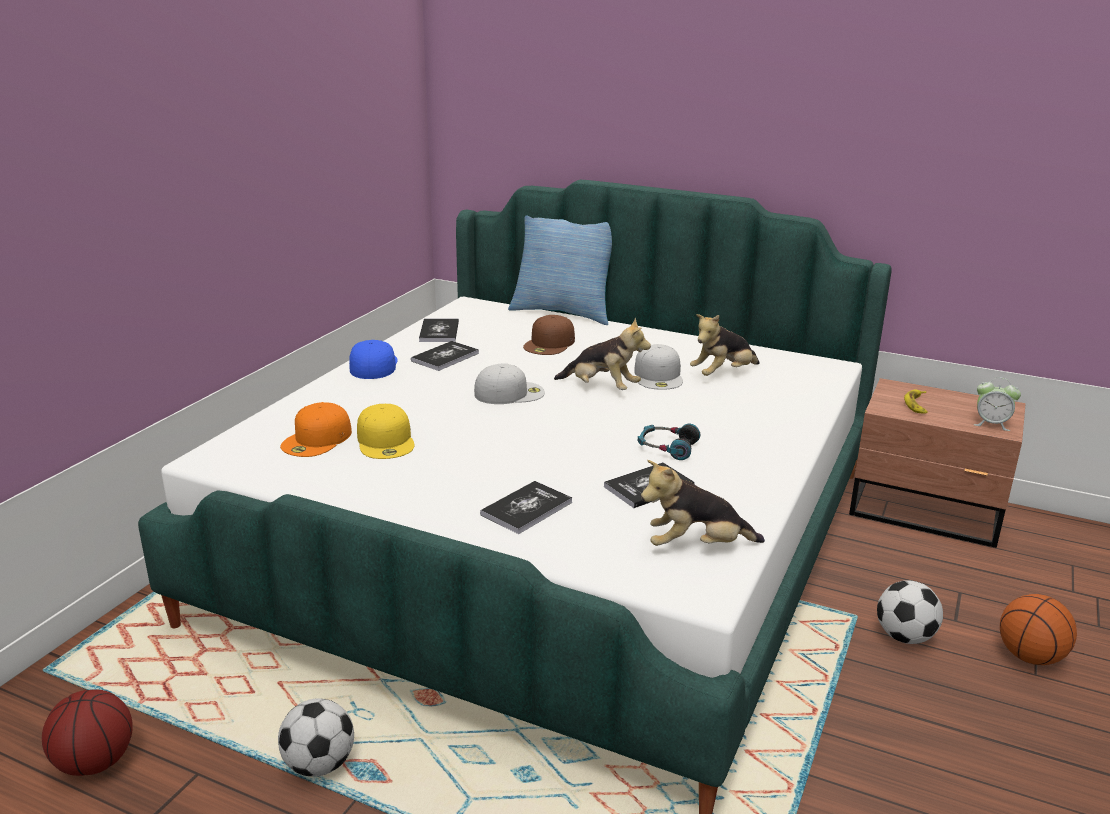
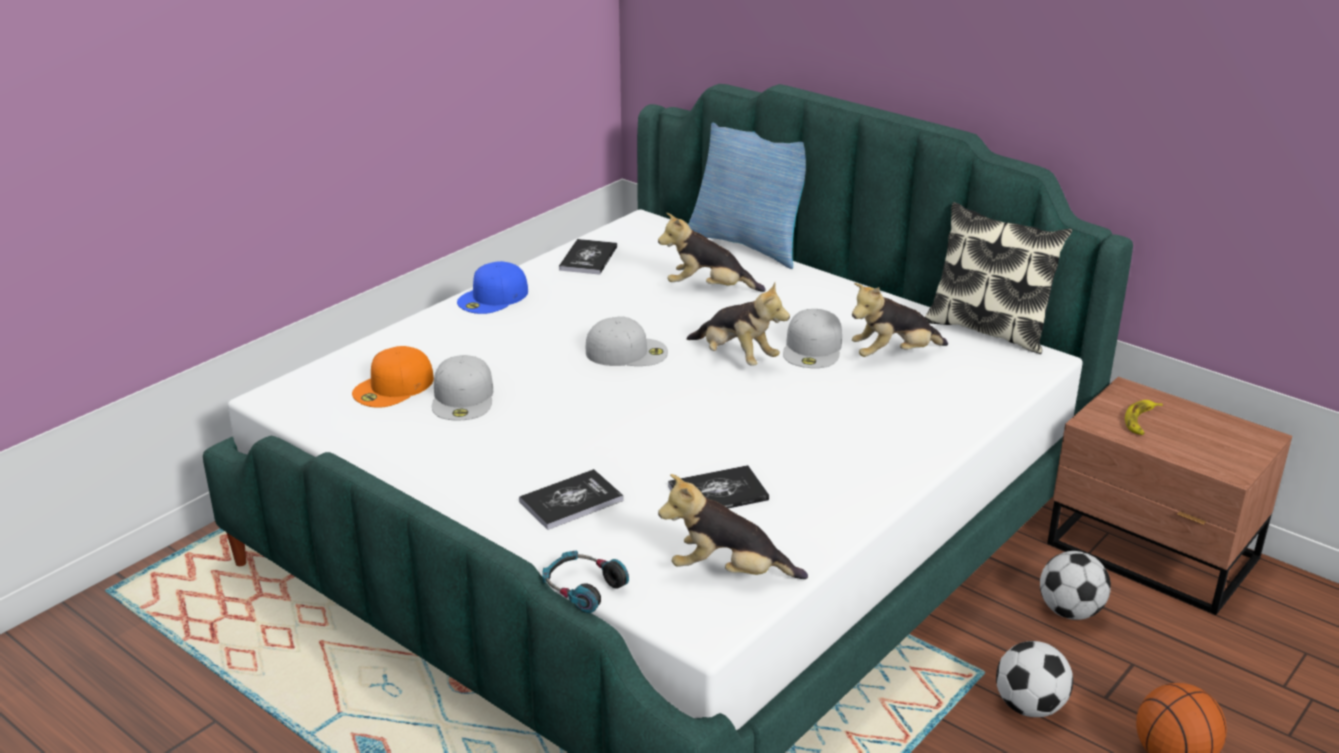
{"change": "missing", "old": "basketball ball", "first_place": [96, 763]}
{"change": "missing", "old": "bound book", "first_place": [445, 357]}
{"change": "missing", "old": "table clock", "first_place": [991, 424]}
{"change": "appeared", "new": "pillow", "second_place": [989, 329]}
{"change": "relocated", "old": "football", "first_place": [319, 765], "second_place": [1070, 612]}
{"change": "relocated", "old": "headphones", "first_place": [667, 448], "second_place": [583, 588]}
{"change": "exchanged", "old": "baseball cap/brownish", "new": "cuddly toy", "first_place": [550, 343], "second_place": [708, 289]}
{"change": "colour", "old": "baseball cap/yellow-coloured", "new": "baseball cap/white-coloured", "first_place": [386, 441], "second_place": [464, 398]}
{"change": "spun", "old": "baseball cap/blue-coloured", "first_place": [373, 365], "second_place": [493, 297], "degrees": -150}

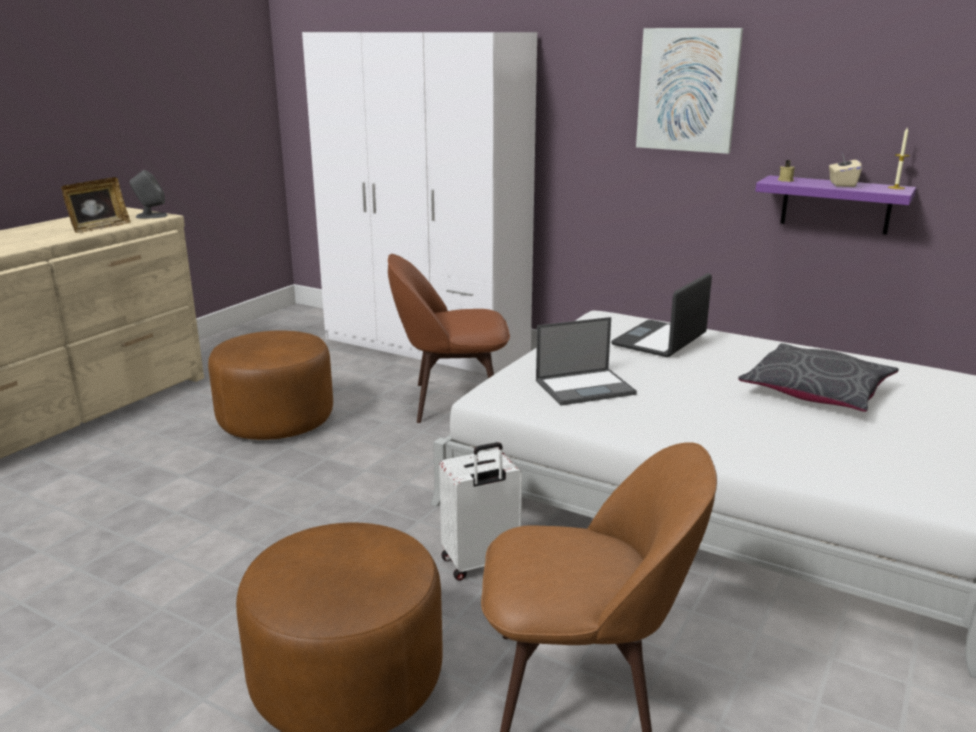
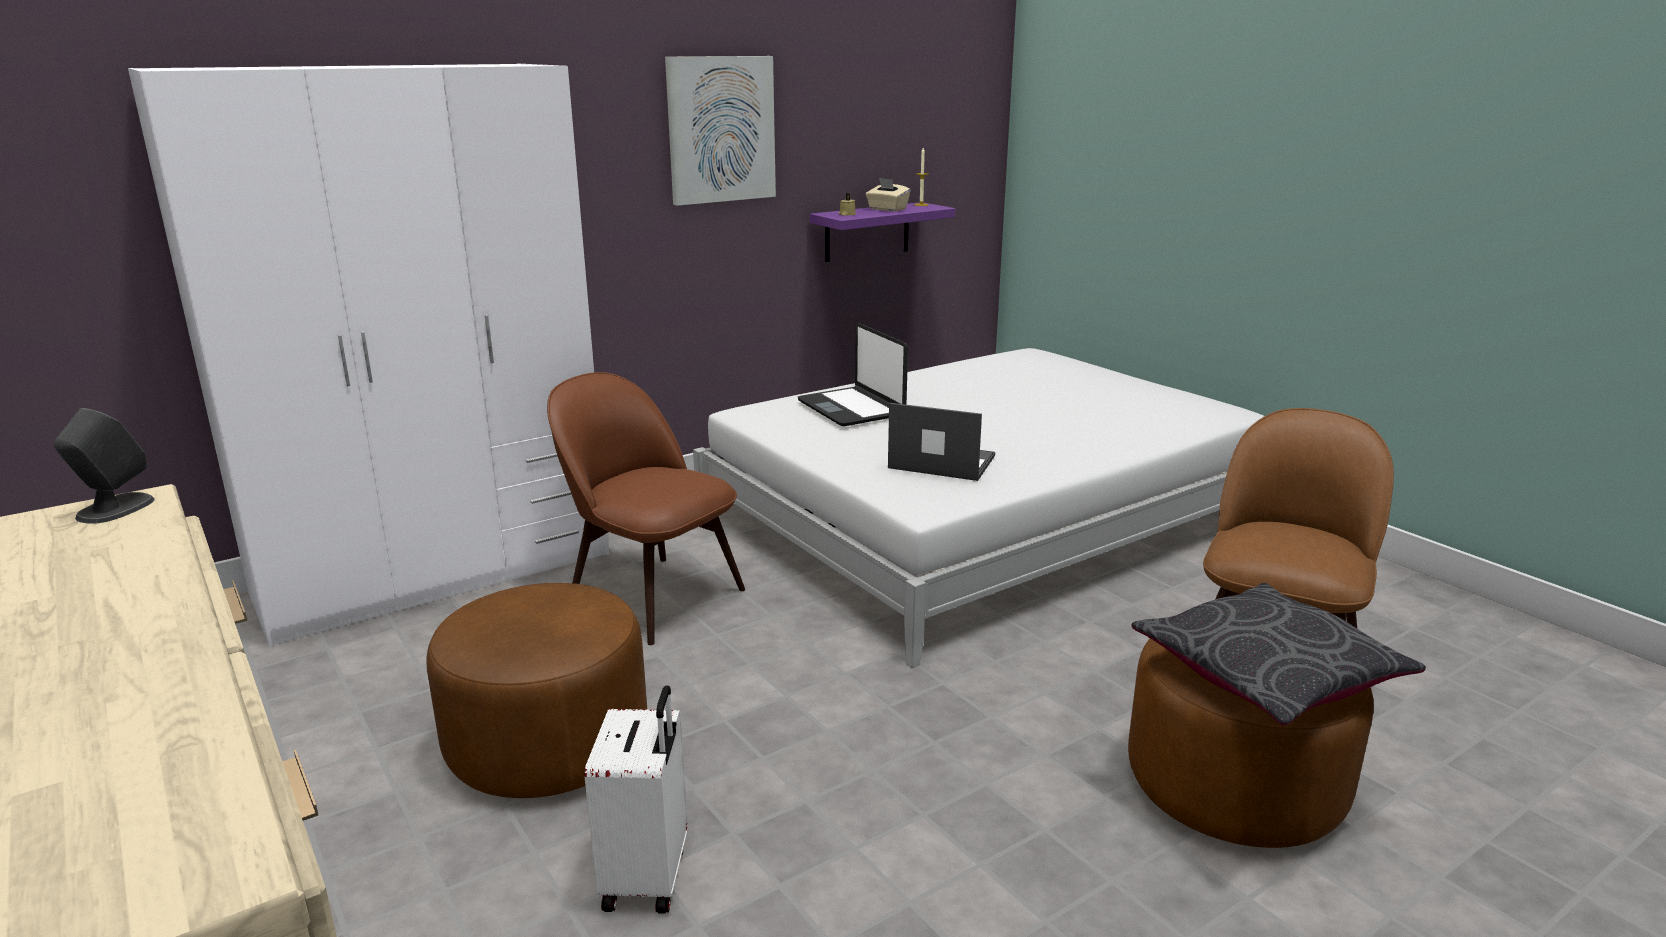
{"change": "missing", "old": "standing frame", "first_place": [99, 228]}
{"change": "relocated", "old": "travel case/white-coloured", "first_place": [480, 563], "second_place": [648, 877]}
{"change": "relocated", "old": "pillow/gray", "first_place": [816, 391], "second_place": [1268, 672]}
{"change": "spun", "old": "plain chair/brownish", "first_place": [452, 401], "second_place": [651, 596], "degrees": 105}
{"change": "spun", "old": "portable computer", "first_place": [585, 387], "second_place": [940, 462], "degrees": -75}

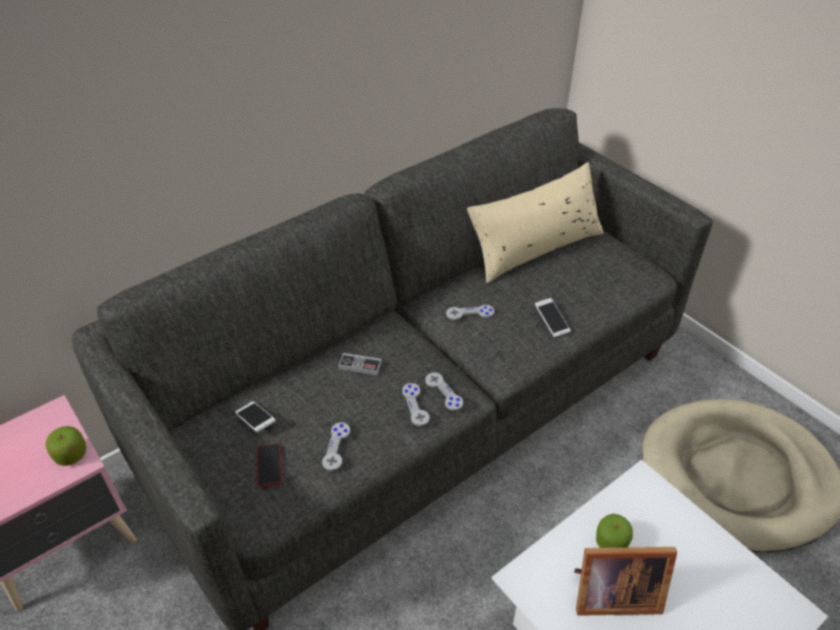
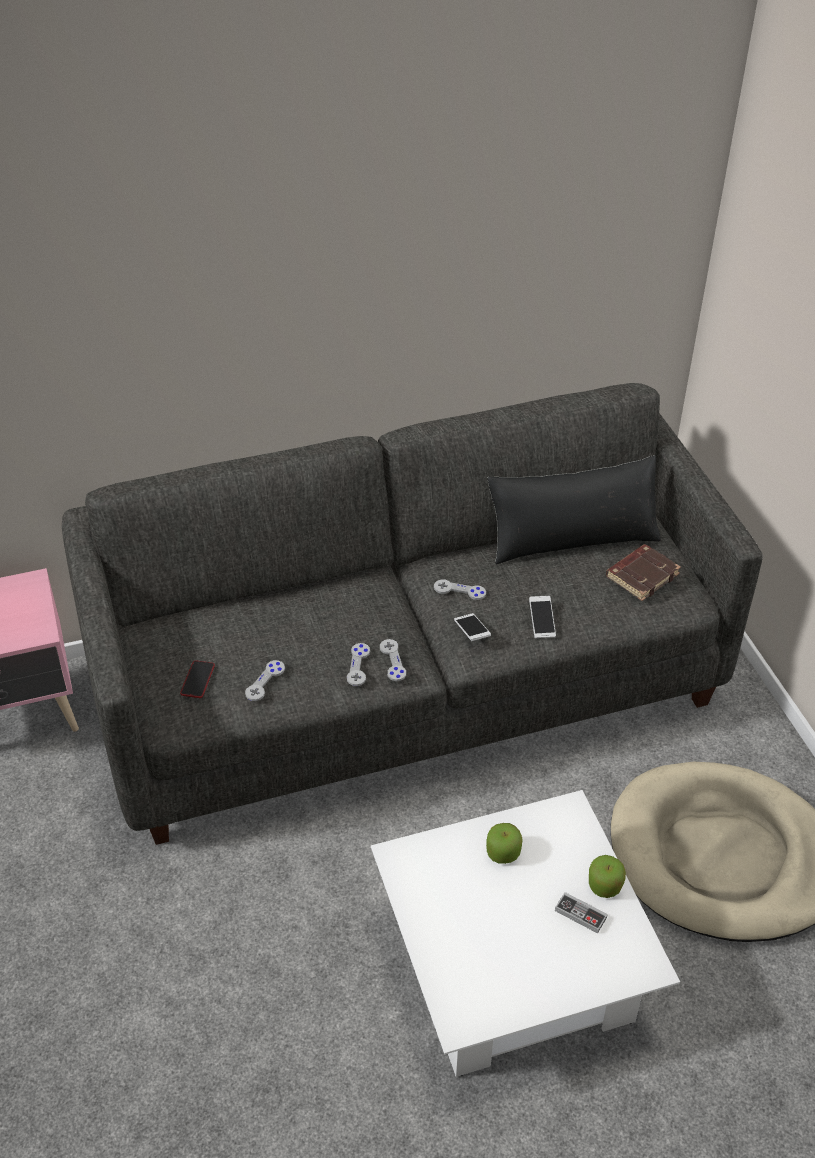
{"change": "missing", "old": "standing frame", "first_place": [611, 594]}
{"change": "appeared", "new": "bound book/brownish", "second_place": [642, 575]}
{"change": "relocated", "old": "apple", "first_place": [71, 455], "second_place": [604, 885]}
{"change": "relocated", "old": "phone", "first_place": [256, 421], "second_place": [472, 632]}
{"change": "relocated", "old": "game controller", "first_place": [360, 366], "second_place": [580, 914]}
{"change": "colour", "old": "pillow/beige", "new": "pillow/black", "first_place": [535, 247], "second_place": [572, 538]}

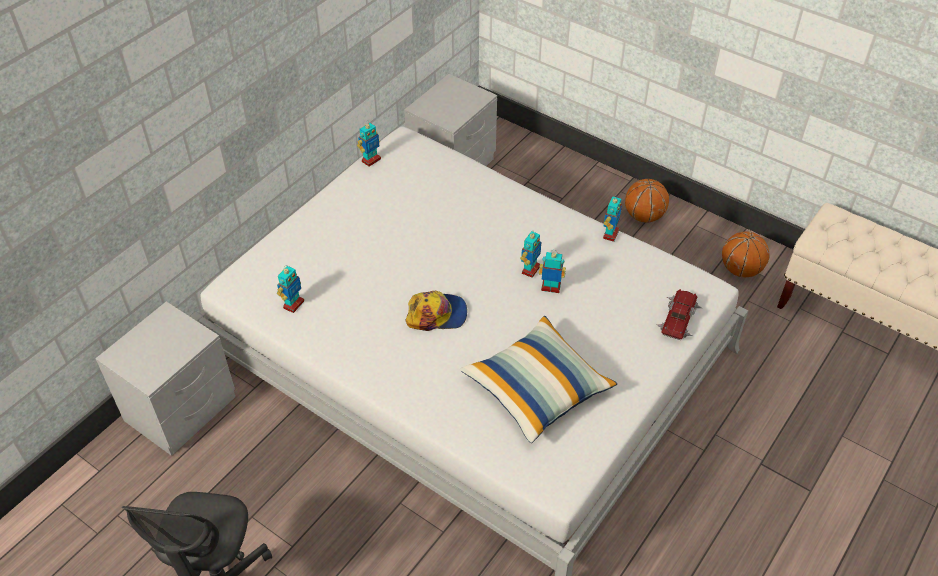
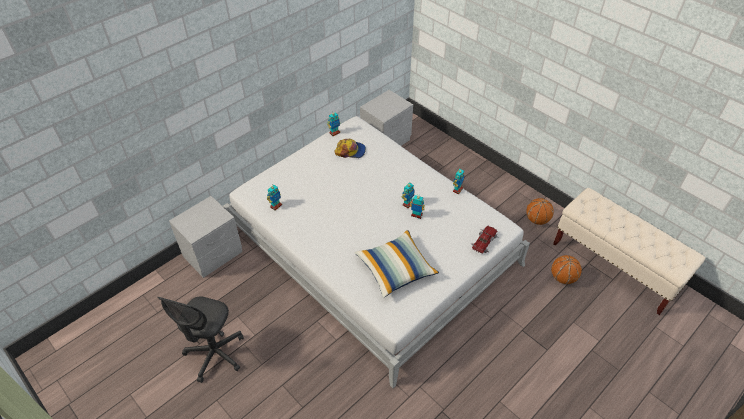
{"change": "relocated", "old": "baseball cap", "first_place": [437, 314], "second_place": [350, 151]}
{"change": "relocated", "old": "basketball ball", "first_place": [644, 216], "second_place": [562, 278]}

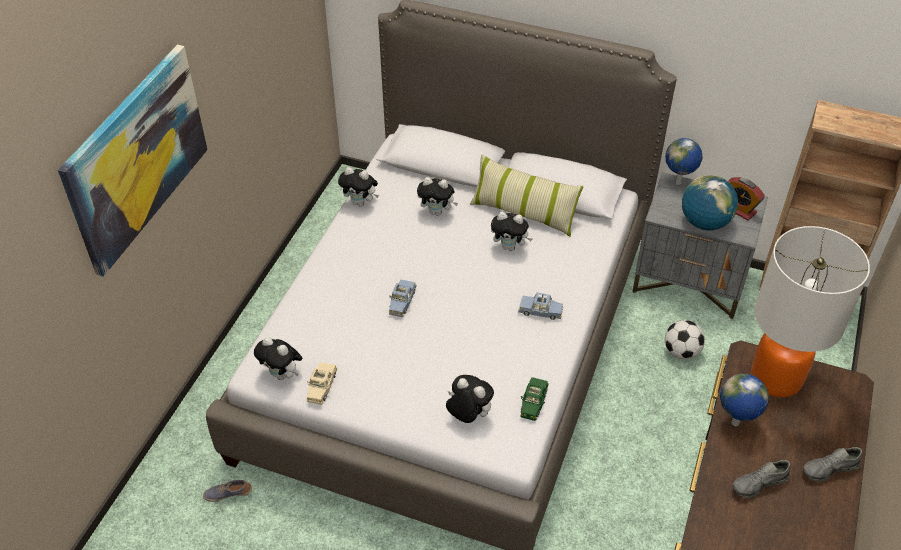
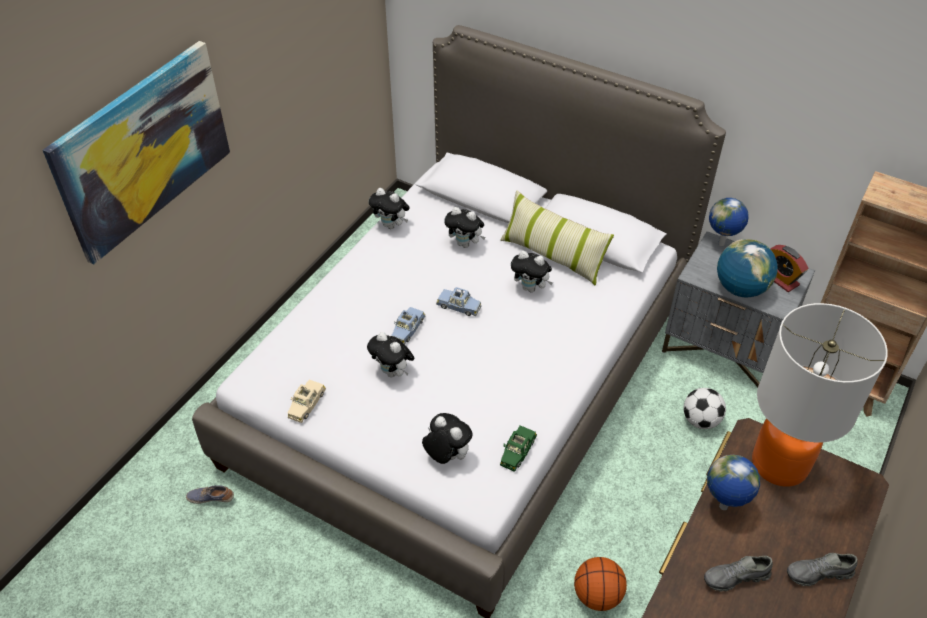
{"change": "appeared", "new": "basketball ball", "second_place": [597, 595]}
{"change": "relocated", "old": "cuddly toy", "first_place": [282, 374], "second_place": [393, 372]}
{"change": "relocated", "old": "model car/blue-coloured", "first_place": [540, 311], "second_place": [459, 306]}

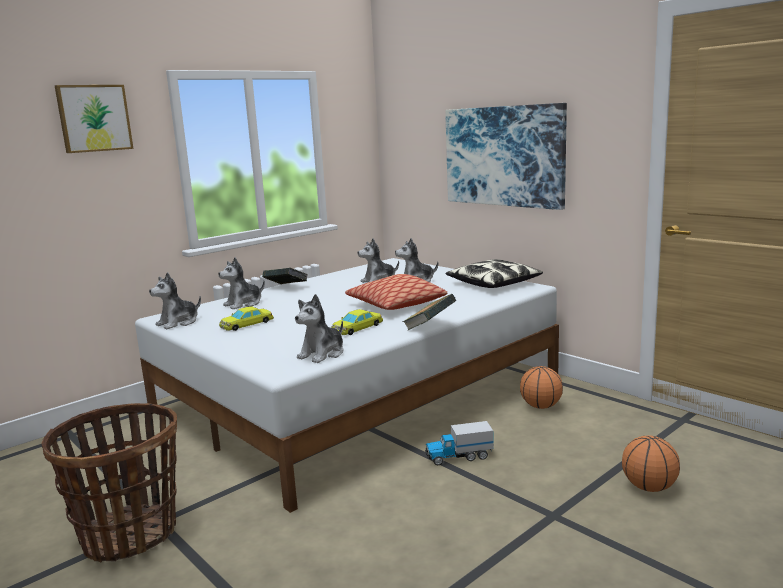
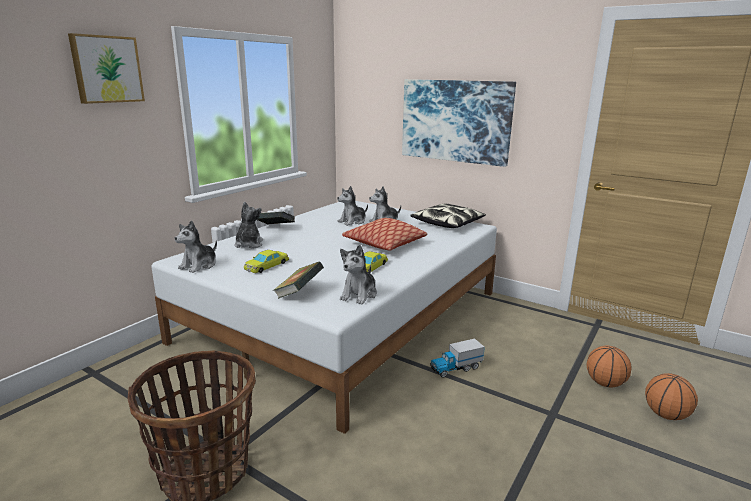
{"change": "relocated", "old": "bound book", "first_place": [430, 327], "second_place": [299, 293]}
{"change": "relocated", "old": "basketball ball", "first_place": [540, 406], "second_place": [665, 415]}
{"change": "spun", "old": "cuddly toy", "first_place": [244, 304], "second_place": [248, 245], "degrees": 150}

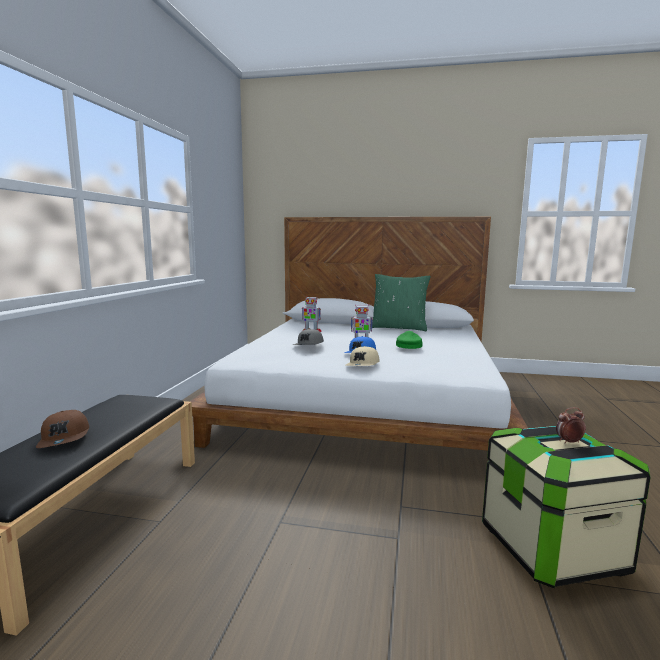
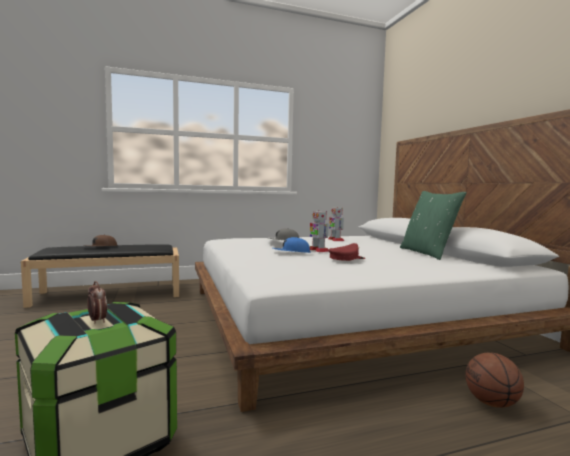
{"change": "missing", "old": "baseball cap/beige", "first_place": [363, 365]}
{"change": "appeared", "new": "basketball ball", "second_place": [492, 403]}
{"change": "colour", "old": "baseball cap/green", "new": "baseball cap/reddish", "first_place": [408, 345], "second_place": [346, 258]}

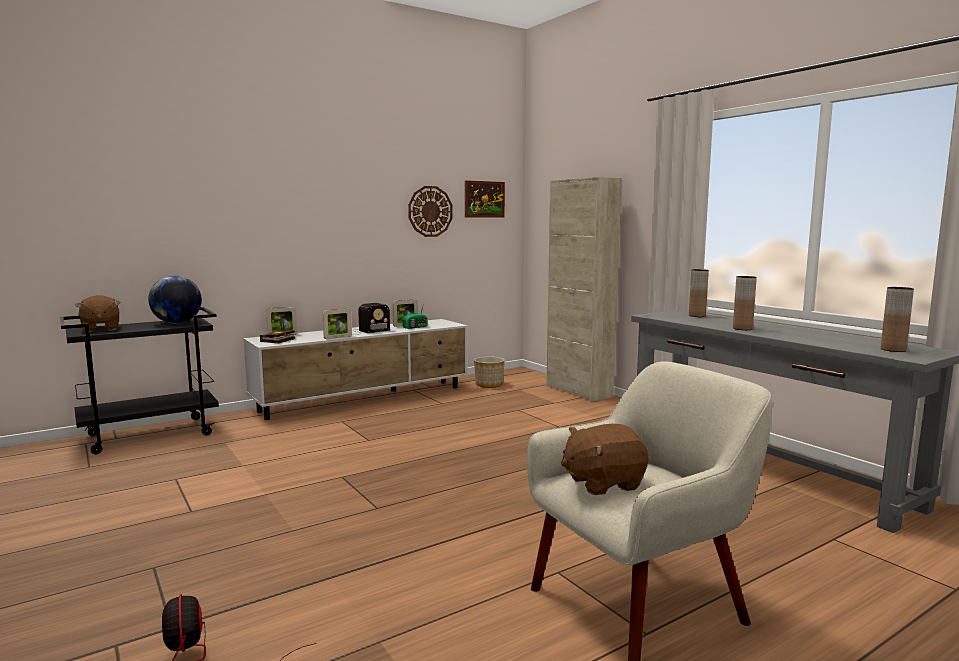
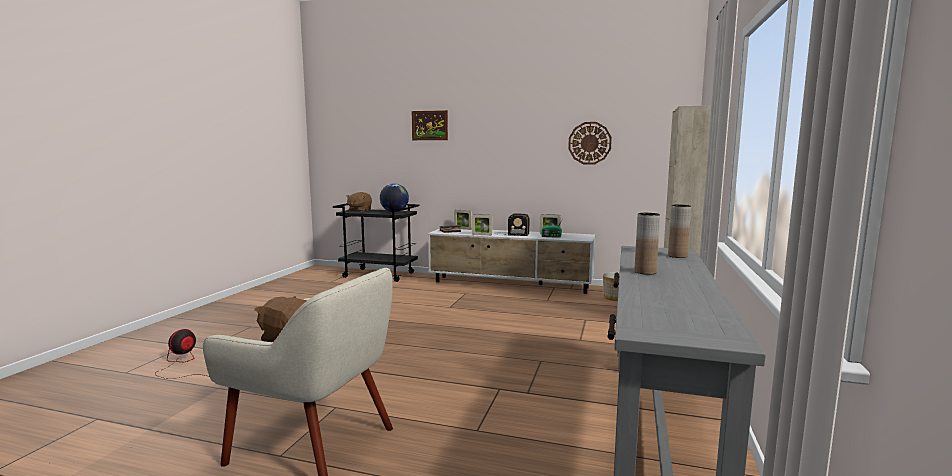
{"change": "missing", "old": "decorative vase/brownish", "first_place": [893, 350]}
{"change": "relocated", "old": "wall art", "first_place": [484, 199], "second_place": [429, 125]}

